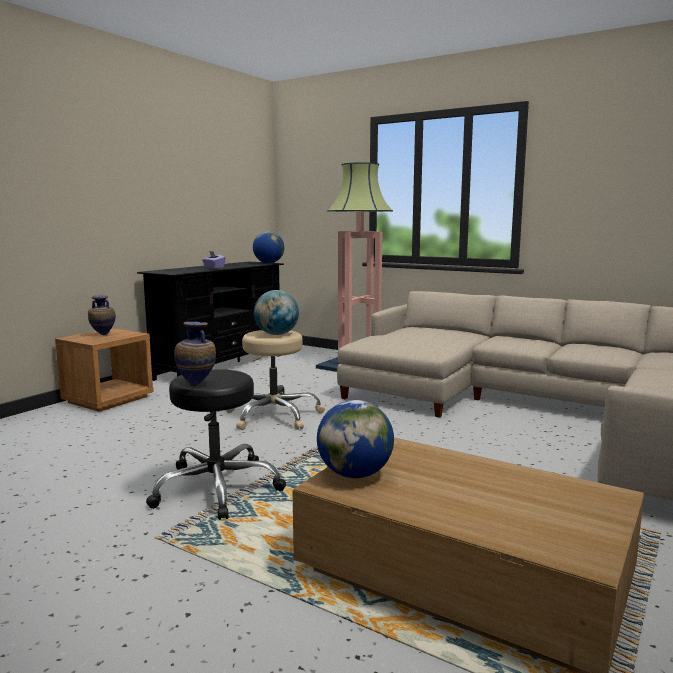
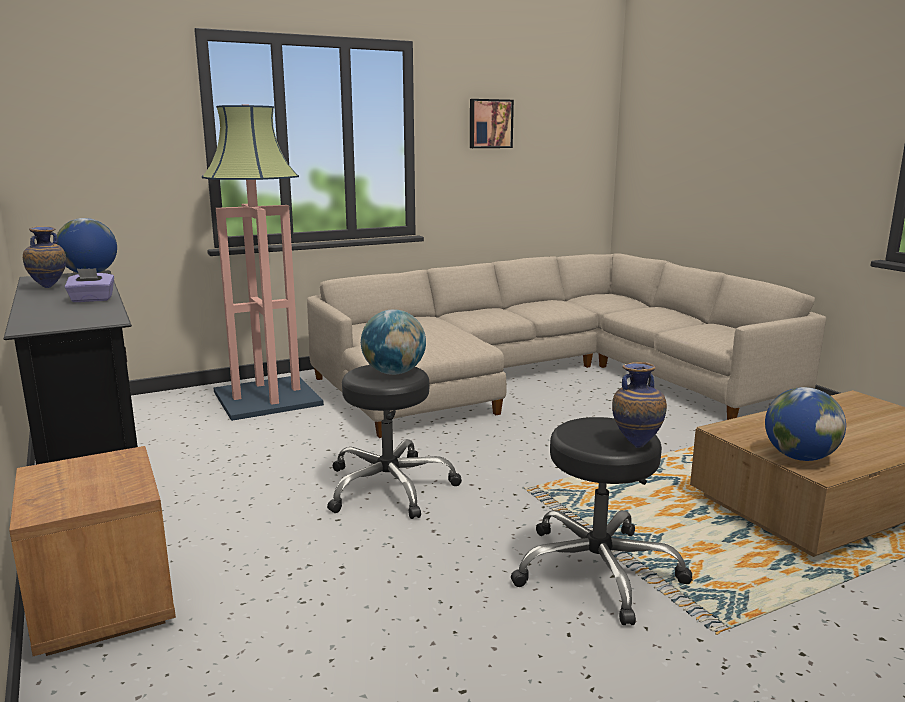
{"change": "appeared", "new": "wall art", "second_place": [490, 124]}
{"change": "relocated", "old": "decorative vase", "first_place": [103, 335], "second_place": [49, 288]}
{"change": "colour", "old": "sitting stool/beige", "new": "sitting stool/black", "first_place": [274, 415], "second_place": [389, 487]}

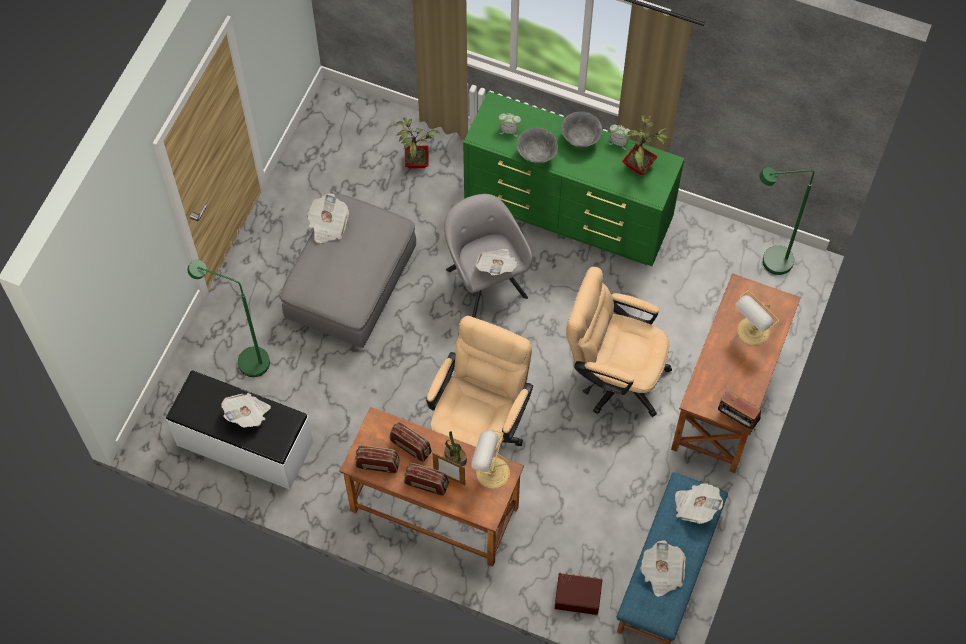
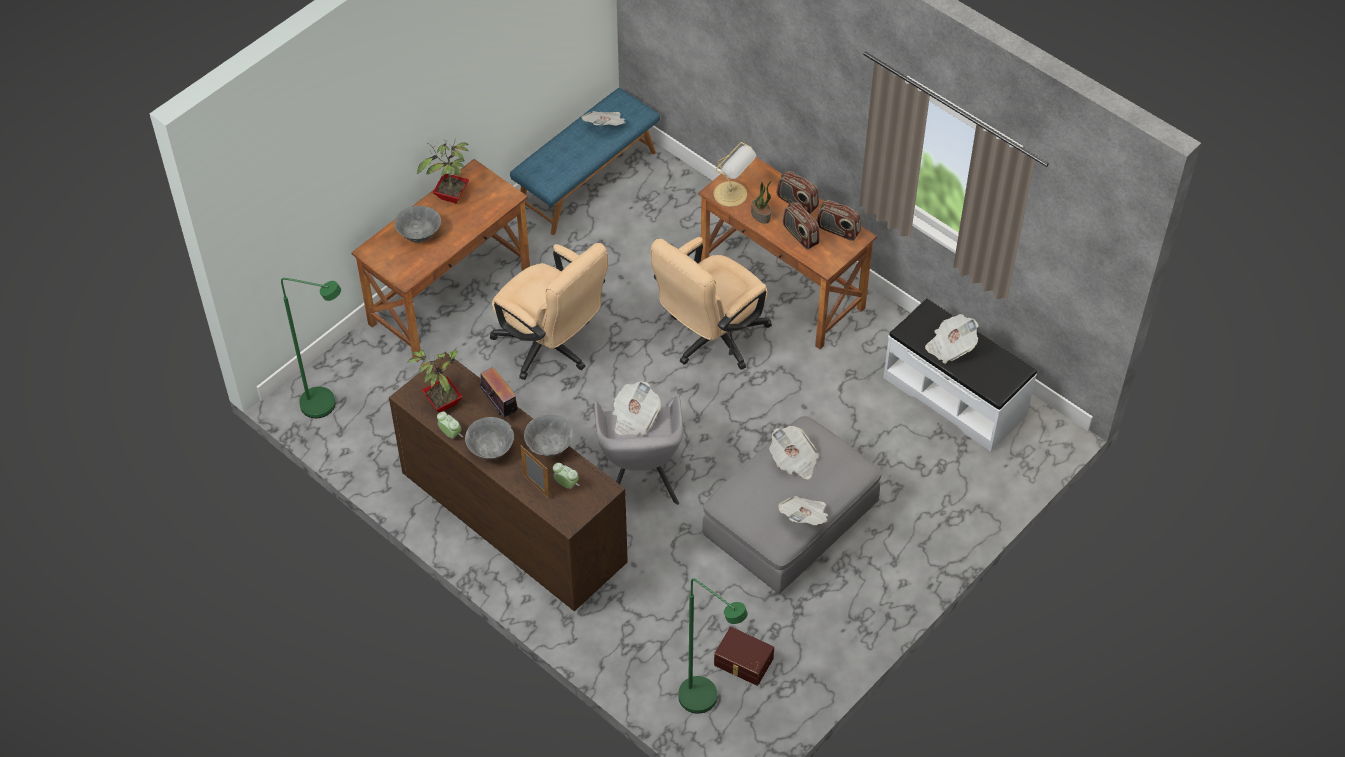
{"change": "relocated", "old": "floor lamp/green", "first_place": [245, 360], "second_place": [706, 703]}
{"change": "relocated", "old": "plant in a pot", "first_place": [417, 161], "second_place": [451, 197]}
{"change": "relocated", "old": "standing frame", "first_place": [449, 478], "second_place": [536, 487]}
{"change": "relocated", "old": "storage box/brownish", "first_place": [577, 595], "second_place": [743, 662]}
{"change": "relocated", "old": "printed paper", "first_place": [695, 506], "second_place": [794, 461]}
{"change": "relocated", "old": "radio set", "first_place": [736, 419], "second_place": [500, 406]}
{"change": "exchanged", "old": "table lamp", "new": "serving bowl/gray", "first_place": [752, 332], "second_place": [419, 236]}
{"change": "colour", "old": "drawer chest/green", "new": "drawer chest/brownish", "first_place": [568, 214], "second_place": [513, 522]}

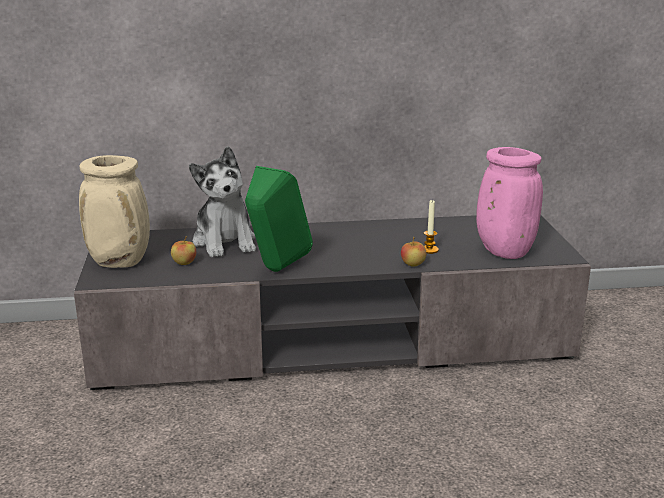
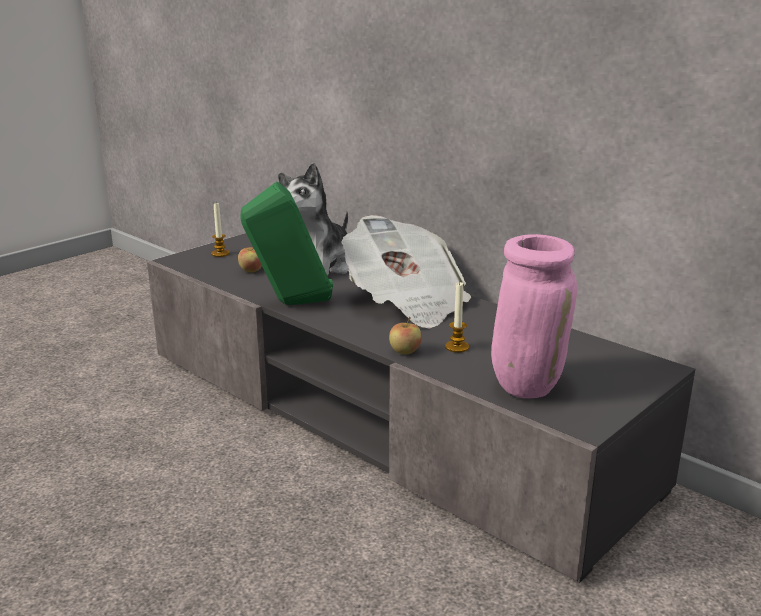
{"change": "appeared", "new": "printed paper", "second_place": [406, 302]}
{"change": "exchanged", "old": "decorative vase/beige", "new": "candle", "first_place": [121, 262], "second_place": [220, 253]}

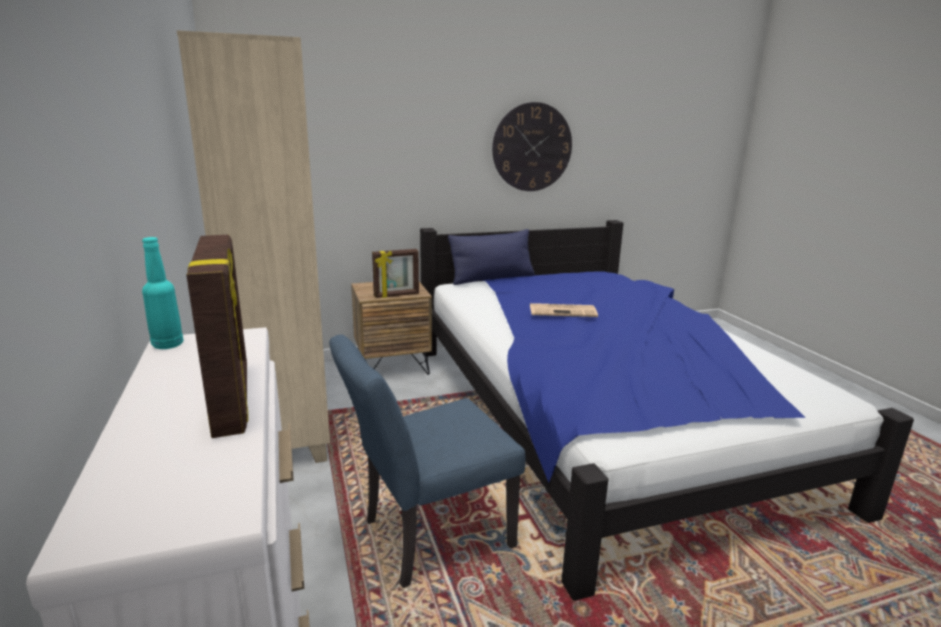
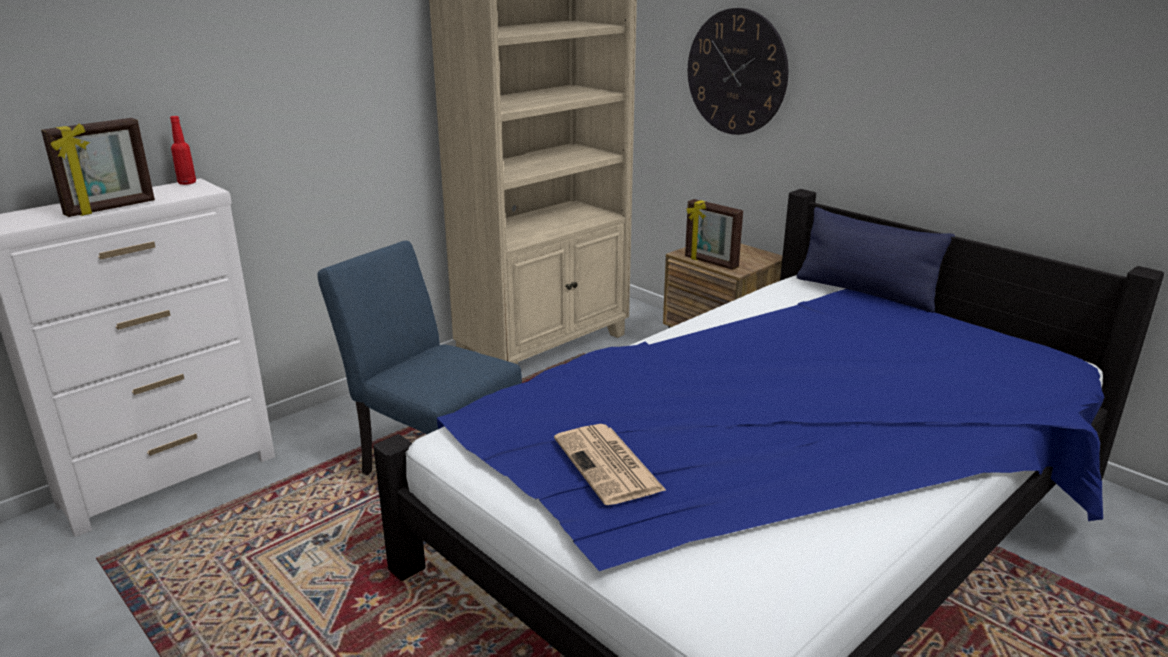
{"change": "relocated", "old": "wall clock", "first_place": [532, 147], "second_place": [736, 72]}
{"change": "relocated", "old": "printed paper", "first_place": [563, 311], "second_place": [609, 465]}
{"change": "colour", "old": "bottle/turquoise", "new": "bottle/reddish", "first_place": [168, 345], "second_place": [187, 183]}

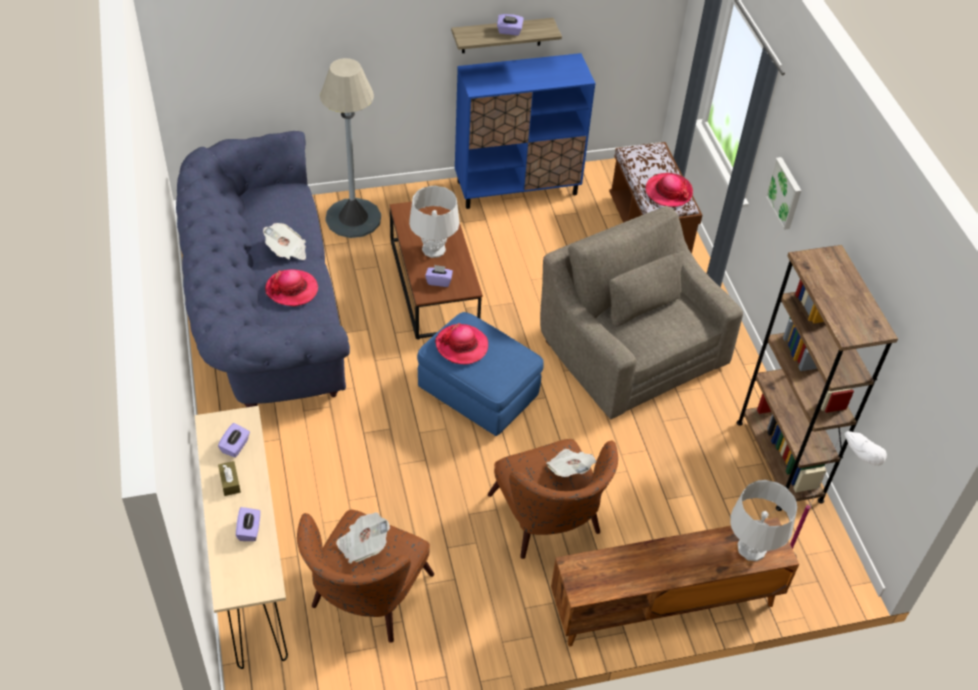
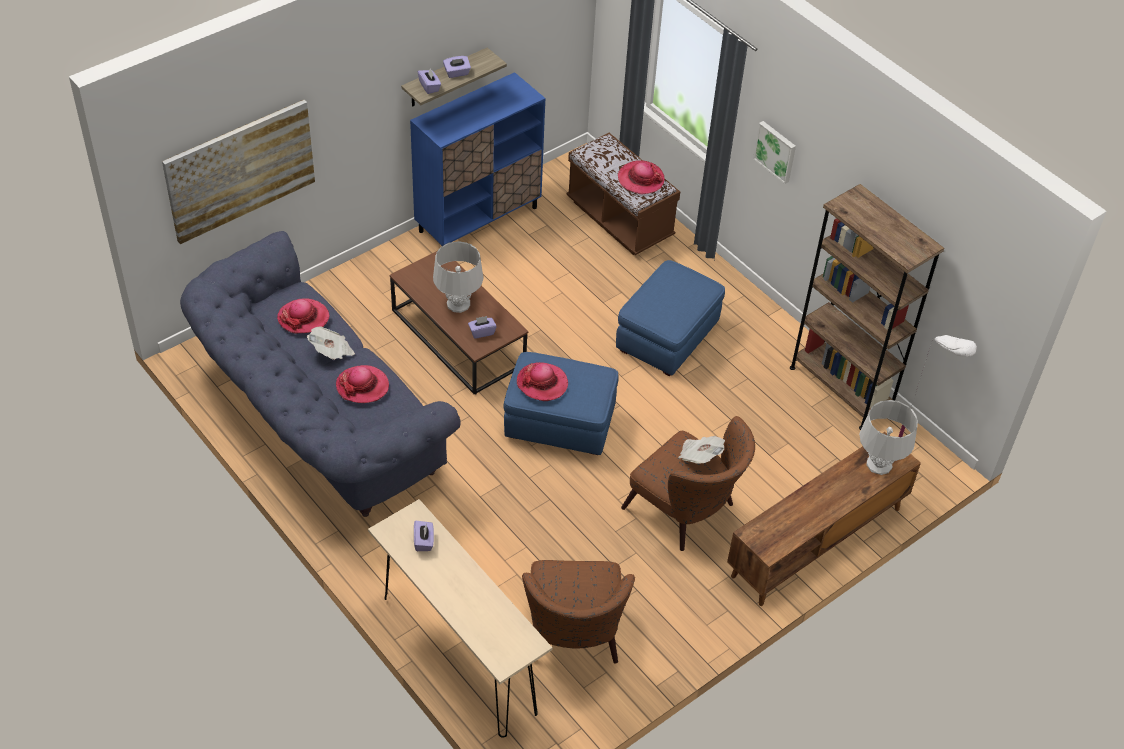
{"change": "missing", "old": "tissue box/brownish", "first_place": [230, 482]}
{"change": "missing", "old": "floor lamp/gray", "first_place": [353, 218]}
{"change": "missing", "old": "printed paper", "first_place": [363, 545]}
{"change": "appeared", "new": "wall art", "second_place": [240, 170]}
{"change": "appeared", "new": "hat", "second_place": [303, 318]}
{"change": "relocated", "old": "tissue box/purple", "first_place": [249, 530], "second_place": [429, 87]}
{"change": "exchanged", "old": "lounge chair/gray", "new": "pouffe/blue-coloured", "first_place": [631, 350], "second_place": [668, 337]}

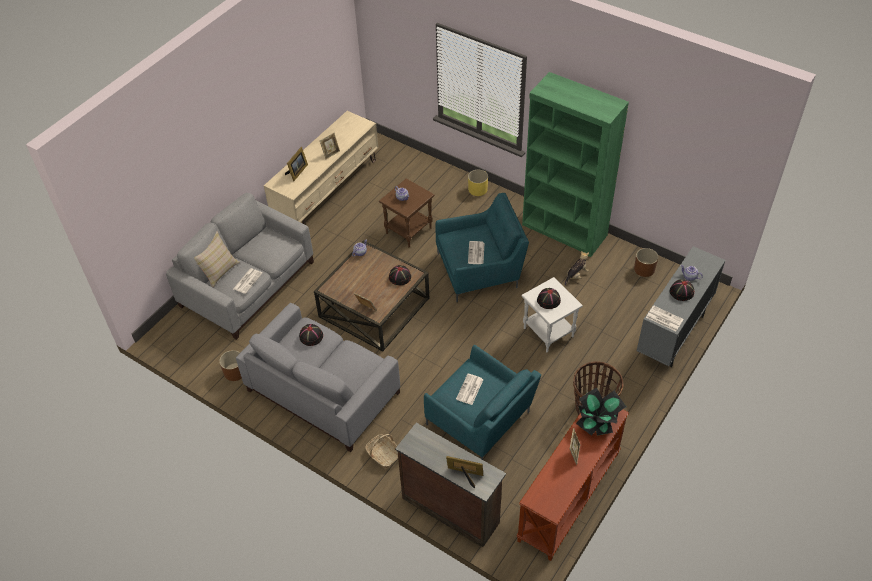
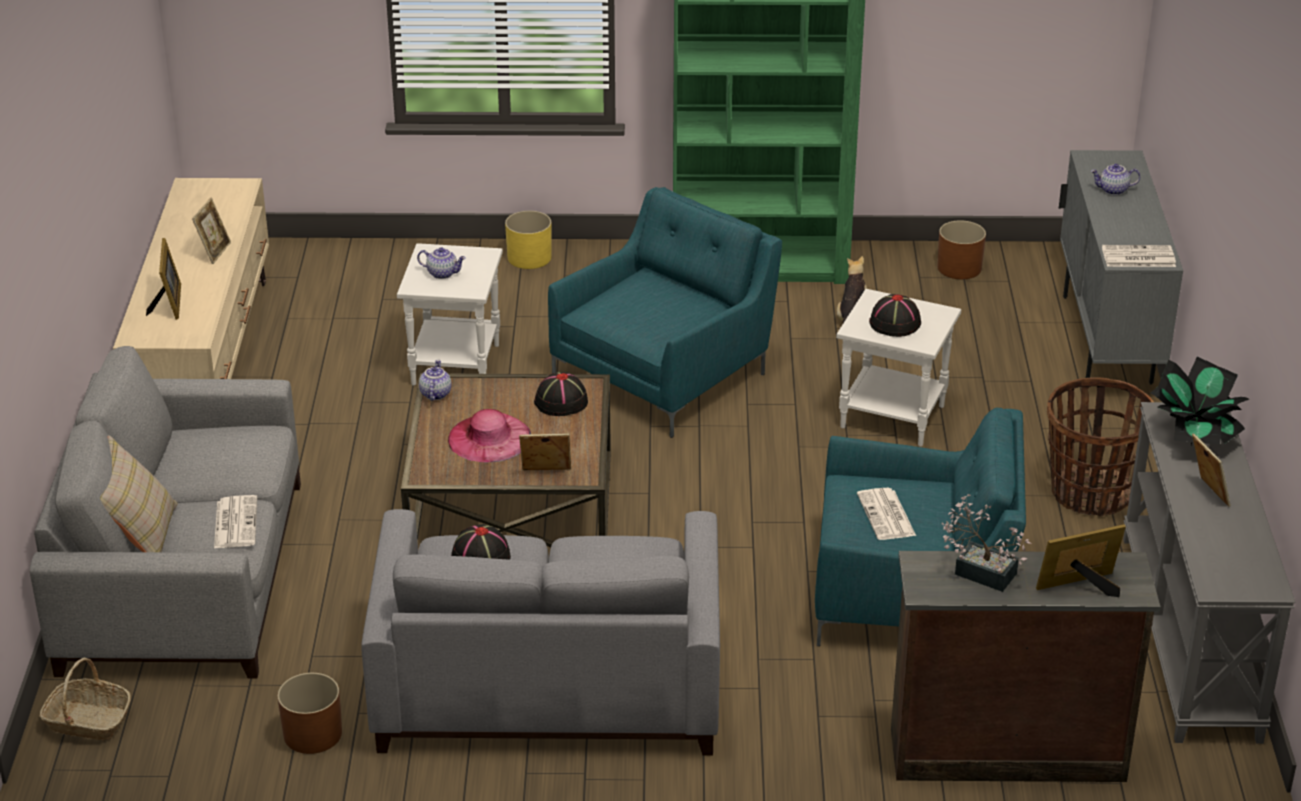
{"change": "missing", "old": "printed paper", "first_place": [476, 253]}
{"change": "missing", "old": "hat/black", "first_place": [681, 292]}
{"change": "appeared", "new": "hat/pink", "second_place": [489, 438]}
{"change": "appeared", "new": "plant in a pot", "second_place": [979, 571]}
{"change": "relocated", "old": "household basket", "first_place": [383, 454], "second_place": [87, 721]}
{"change": "colour", "old": "side table/brownish", "new": "side table/white-coloured", "first_place": [408, 230], "second_place": [454, 364]}
{"change": "colour", "old": "hall table/brownish", "new": "hall table/gray", "first_place": [569, 497], "second_place": [1191, 636]}

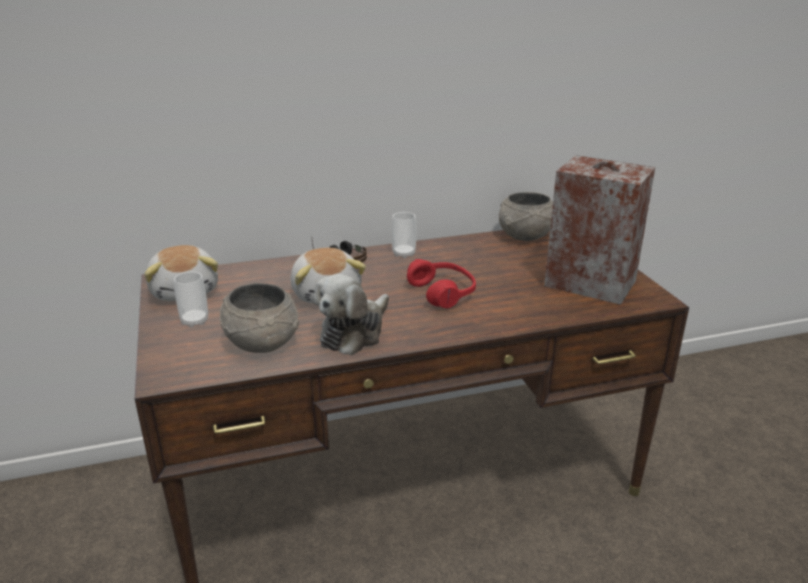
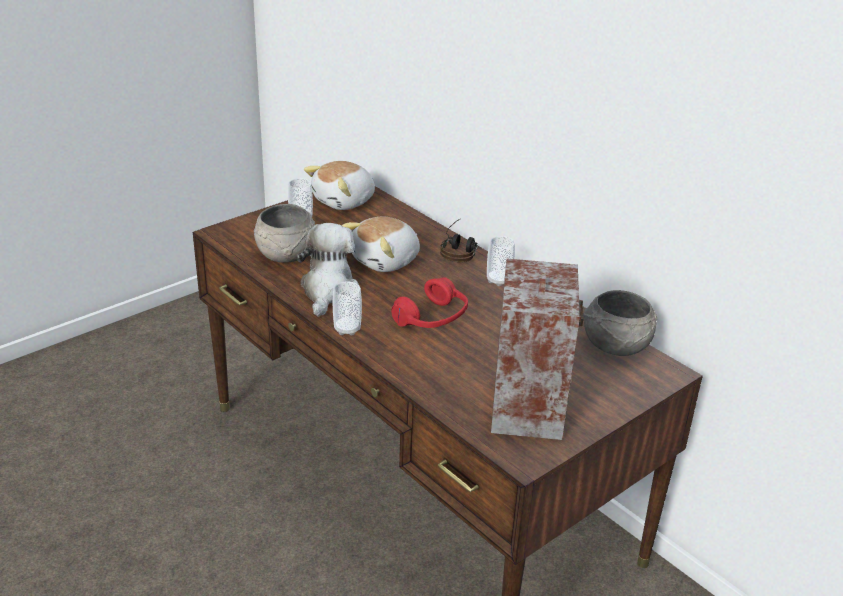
{"change": "appeared", "new": "cup", "second_place": [347, 329]}
{"change": "spun", "old": "cuddly toy", "first_place": [354, 332], "second_place": [328, 290], "degrees": 90}

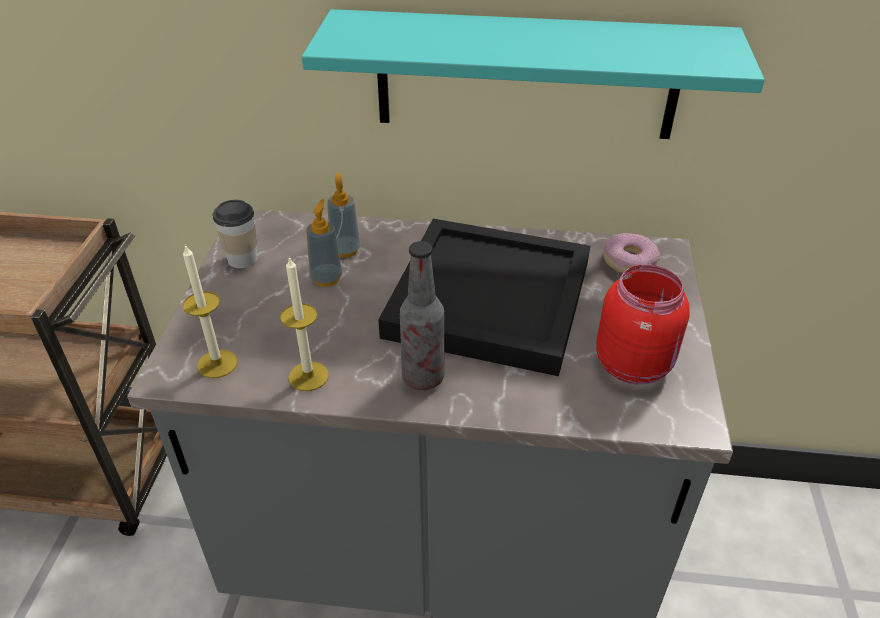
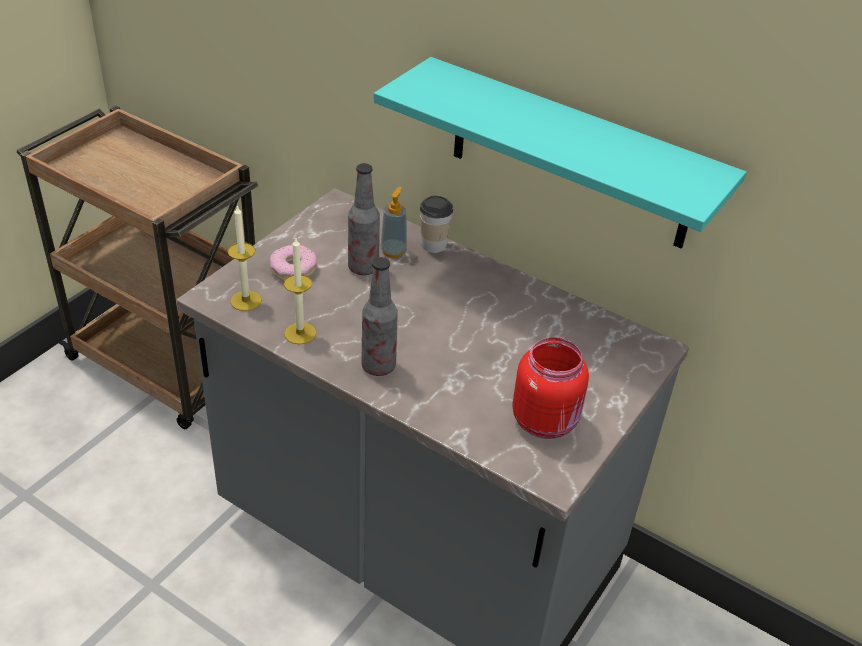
{"change": "missing", "old": "tray/black", "first_place": [488, 297]}
{"change": "relocated", "old": "cup", "first_place": [243, 259], "second_place": [434, 245]}
{"change": "relocated", "old": "donut", "first_place": [629, 261], "second_place": [293, 269]}
{"change": "exchanged", "old": "soap bottle", "new": "bottle", "first_place": [326, 278], "second_place": [363, 268]}

